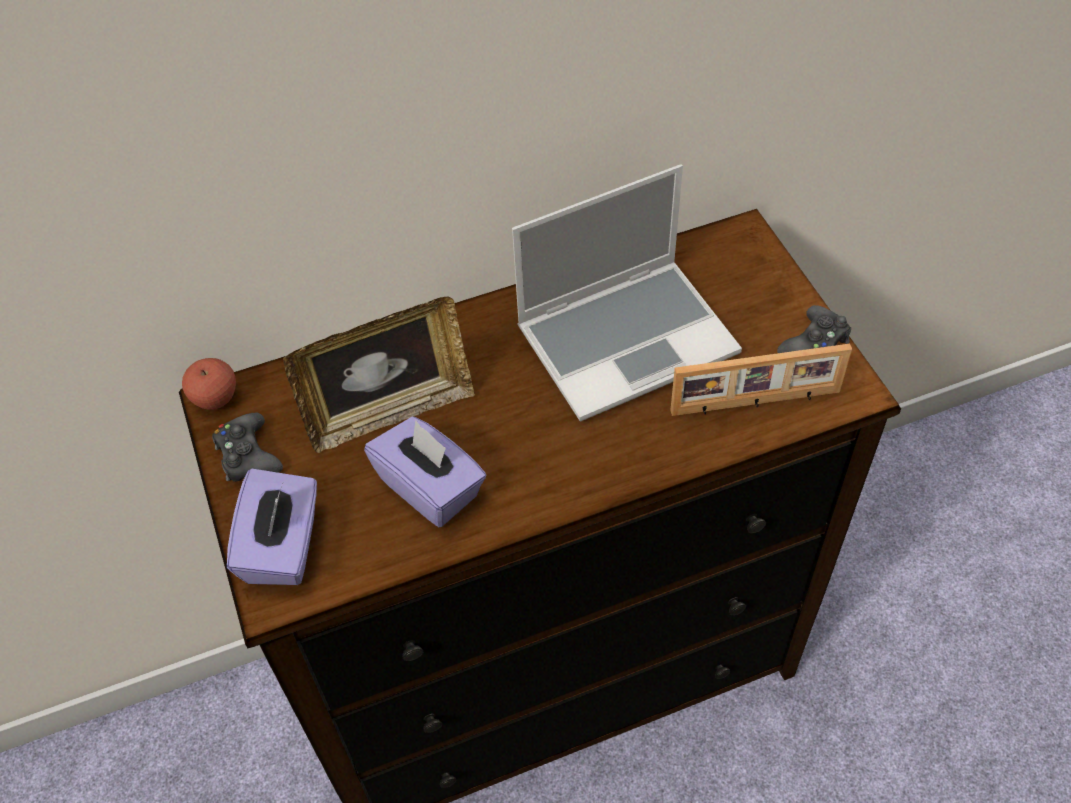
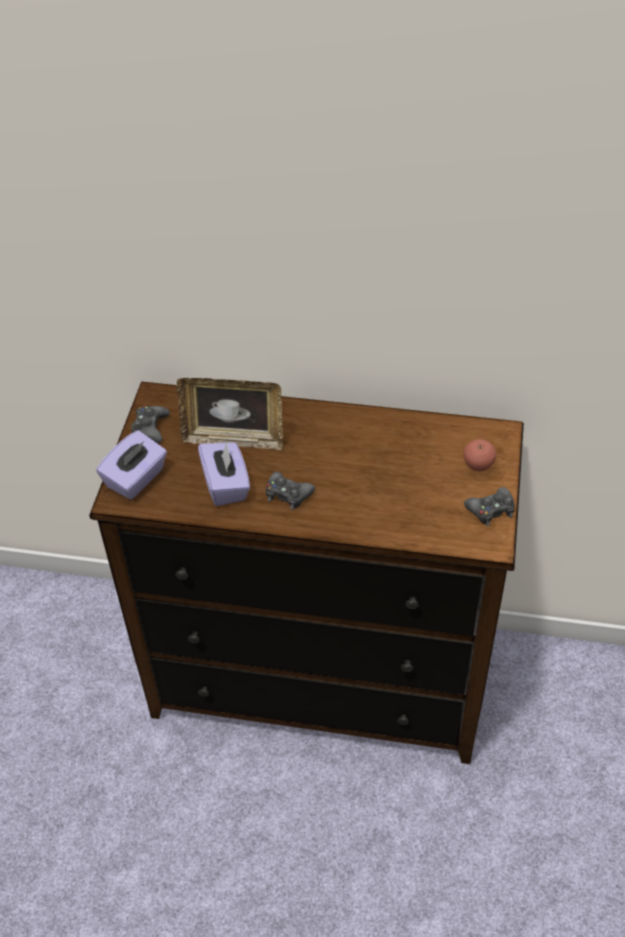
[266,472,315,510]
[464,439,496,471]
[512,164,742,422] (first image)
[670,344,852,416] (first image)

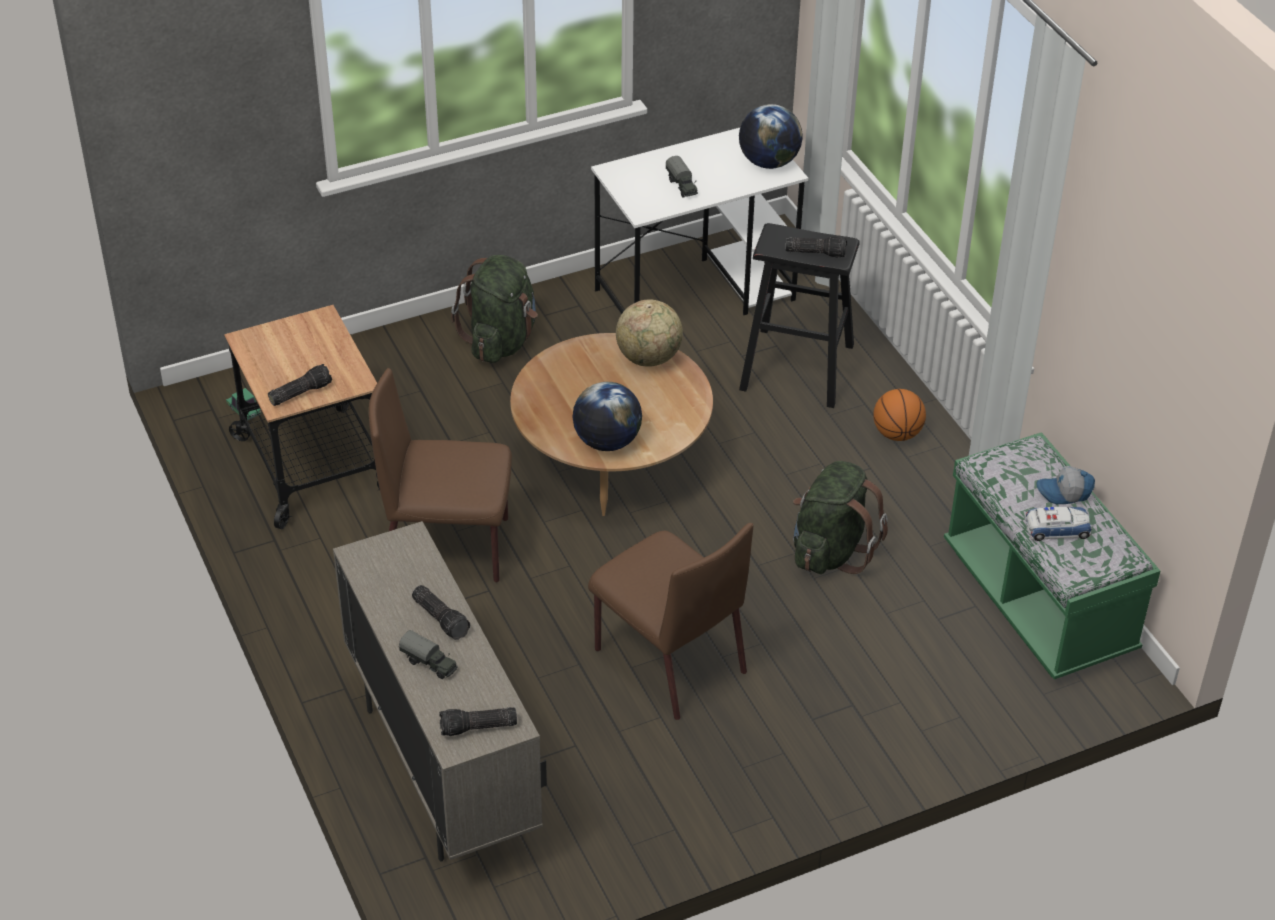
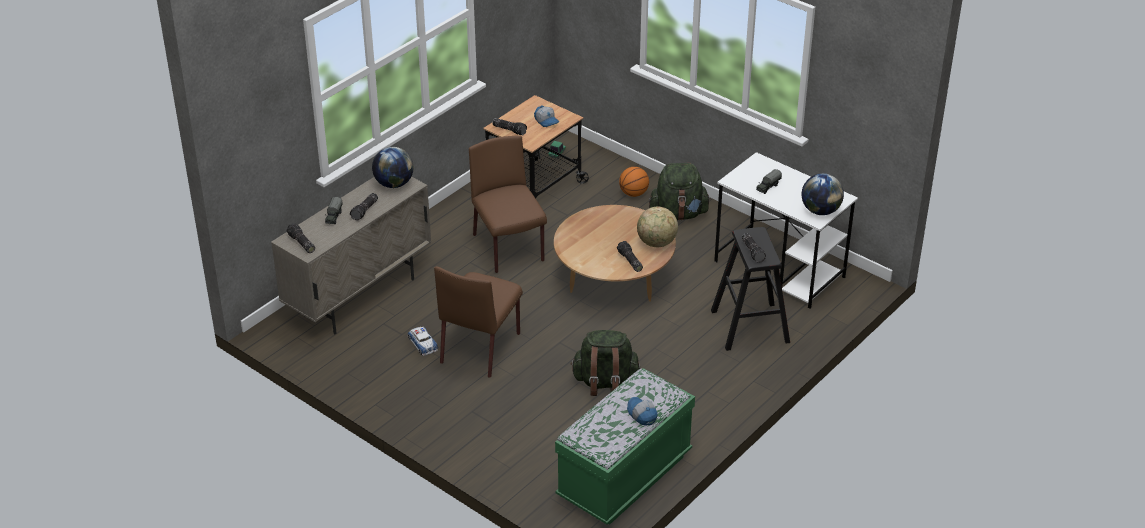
[372,147,414,188]
[408,327,438,356]
[534,105,559,127]
[617,241,643,272]
[619,167,649,197]

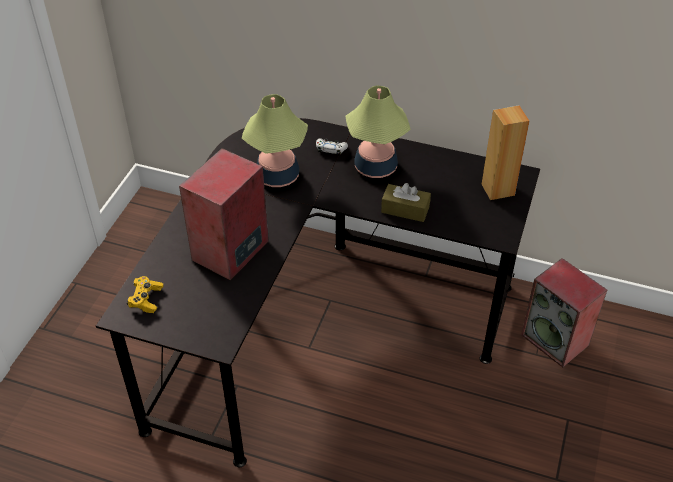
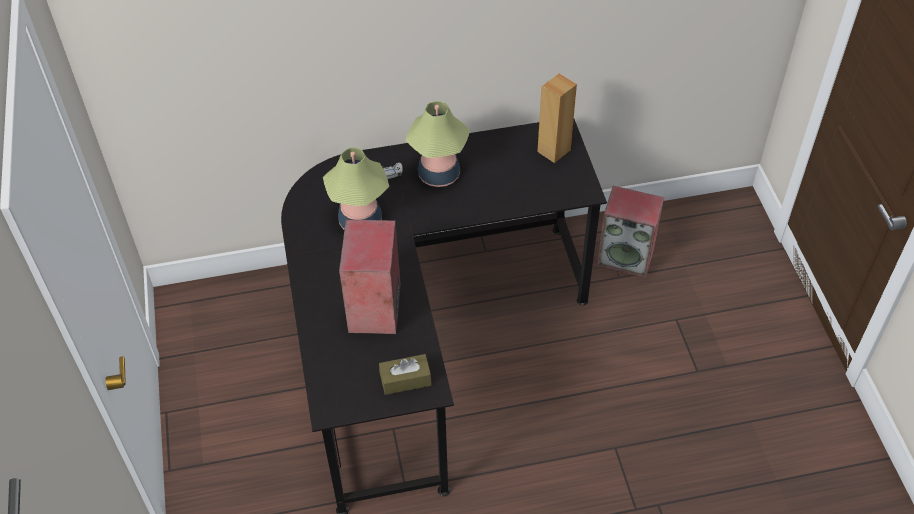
[379,354,431,395]
[127,276,163,313] (first image)

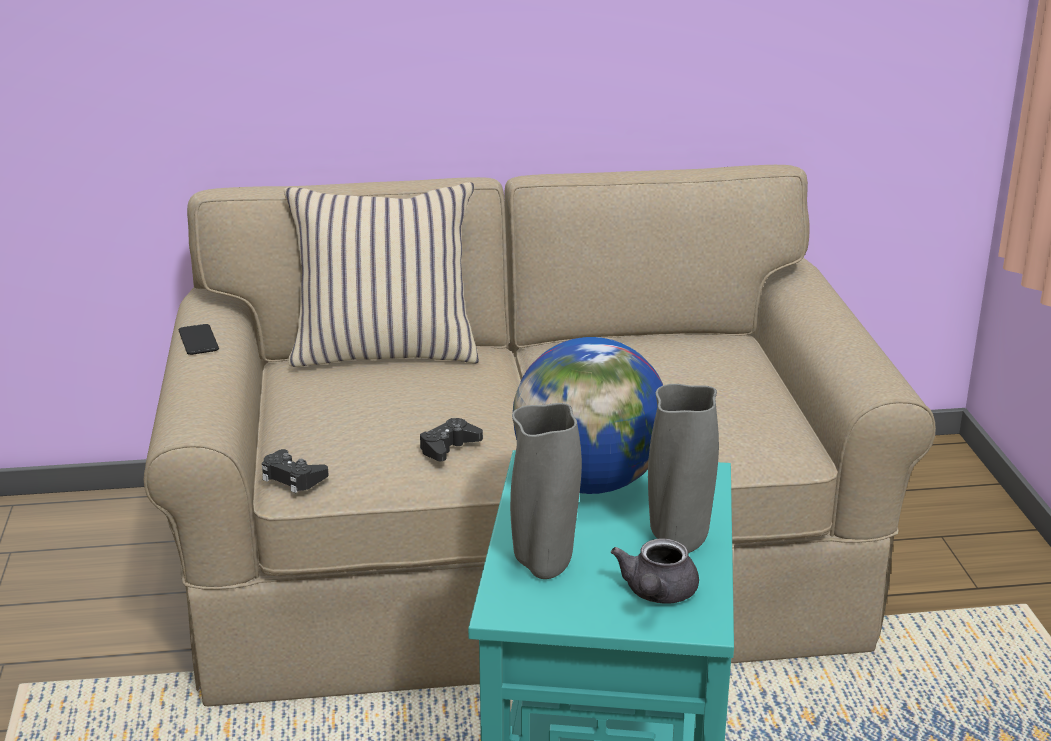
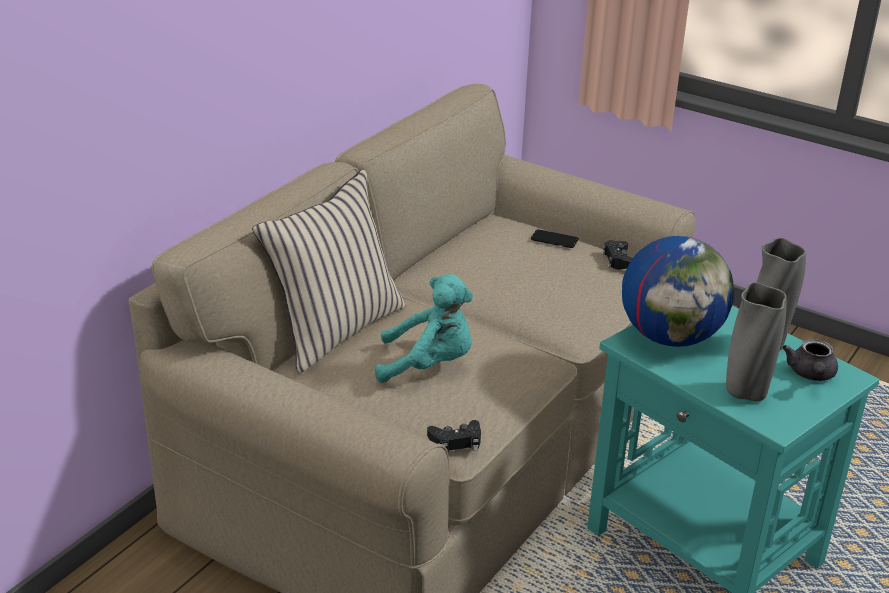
[375,274,473,383]
[531,229,579,248]
[602,240,633,269]
[782,339,838,381]

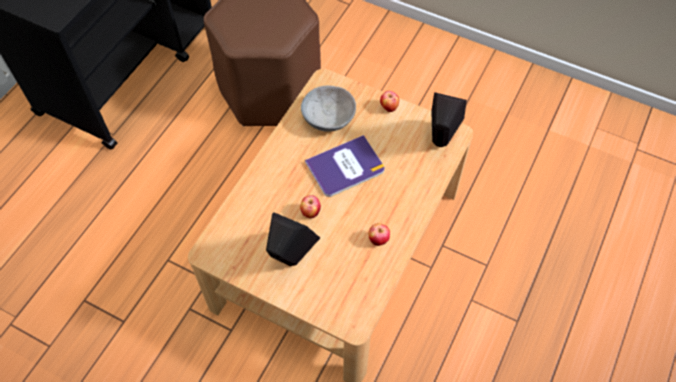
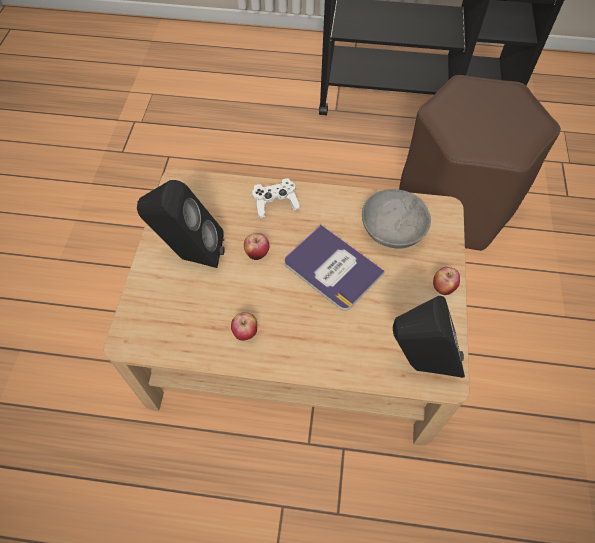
[252,178,300,218]

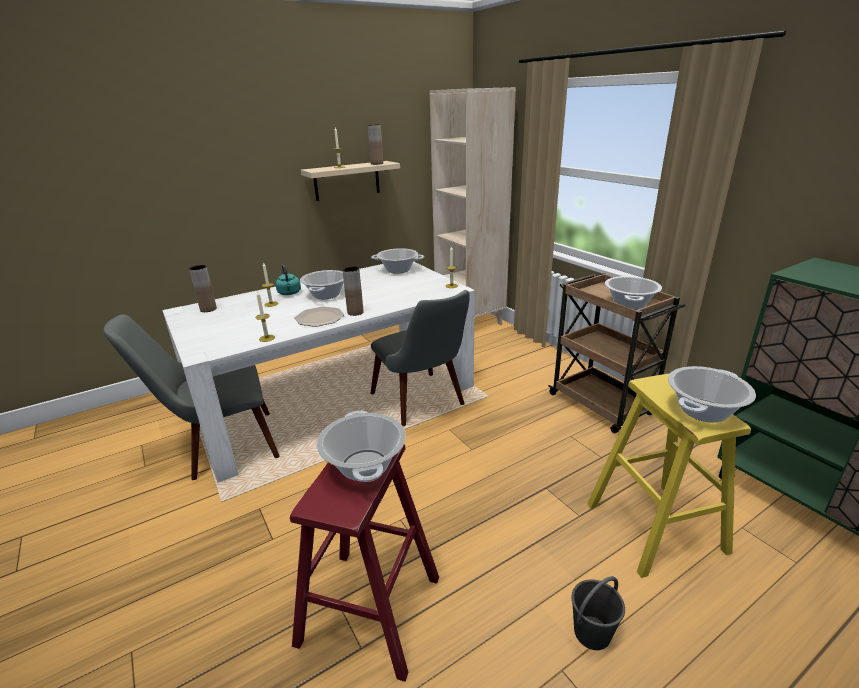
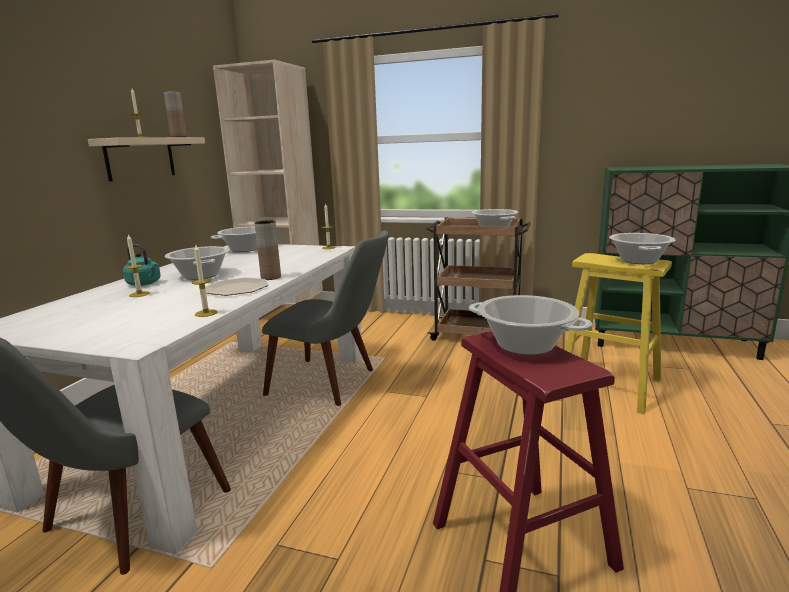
[189,265,217,312] (first image)
[572,576,625,650] (first image)

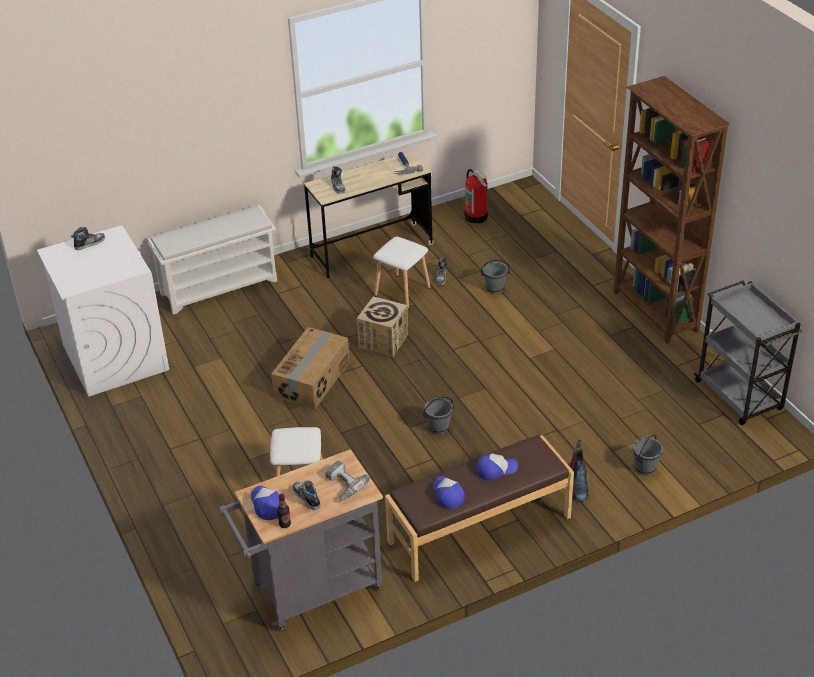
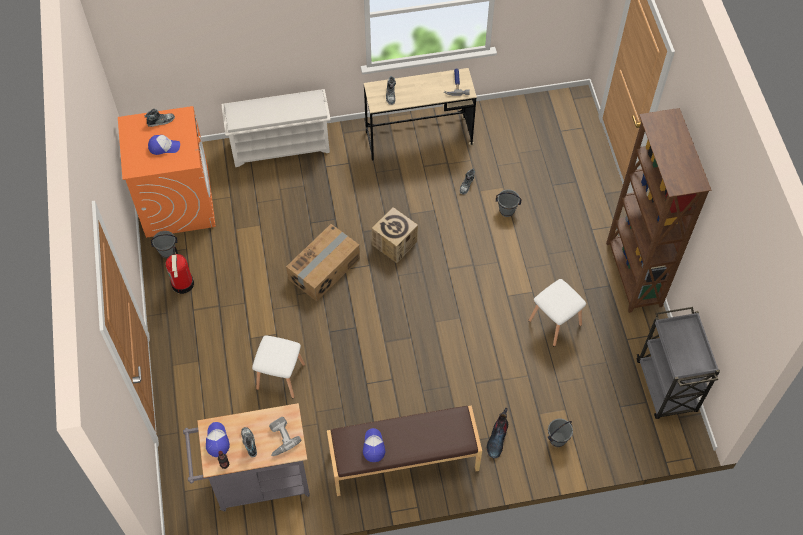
[118,106,216,238]
[148,135,180,155]
[151,231,177,258]
[166,247,194,294]
[528,279,586,347]

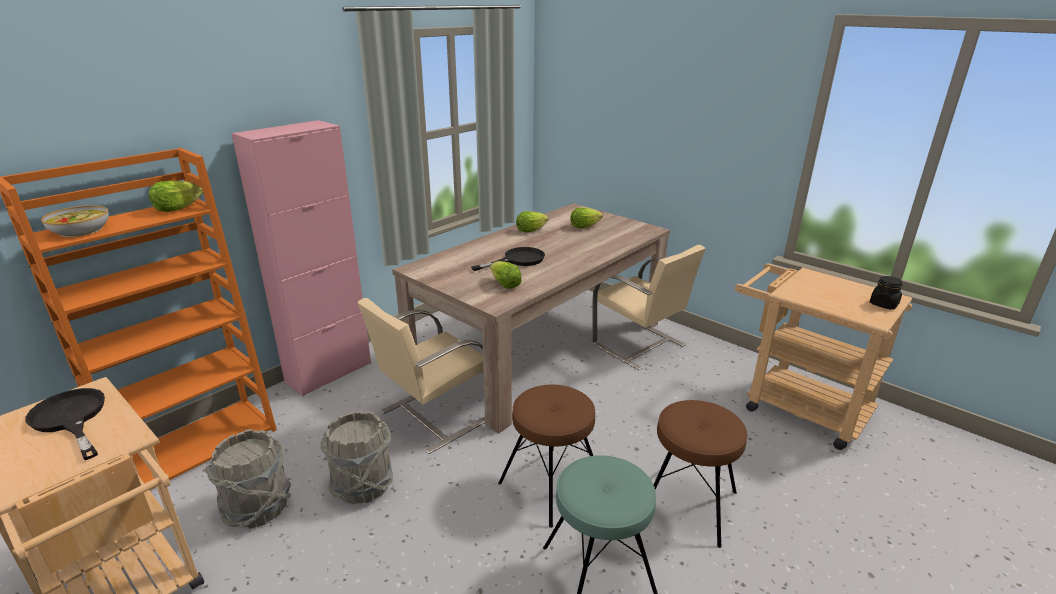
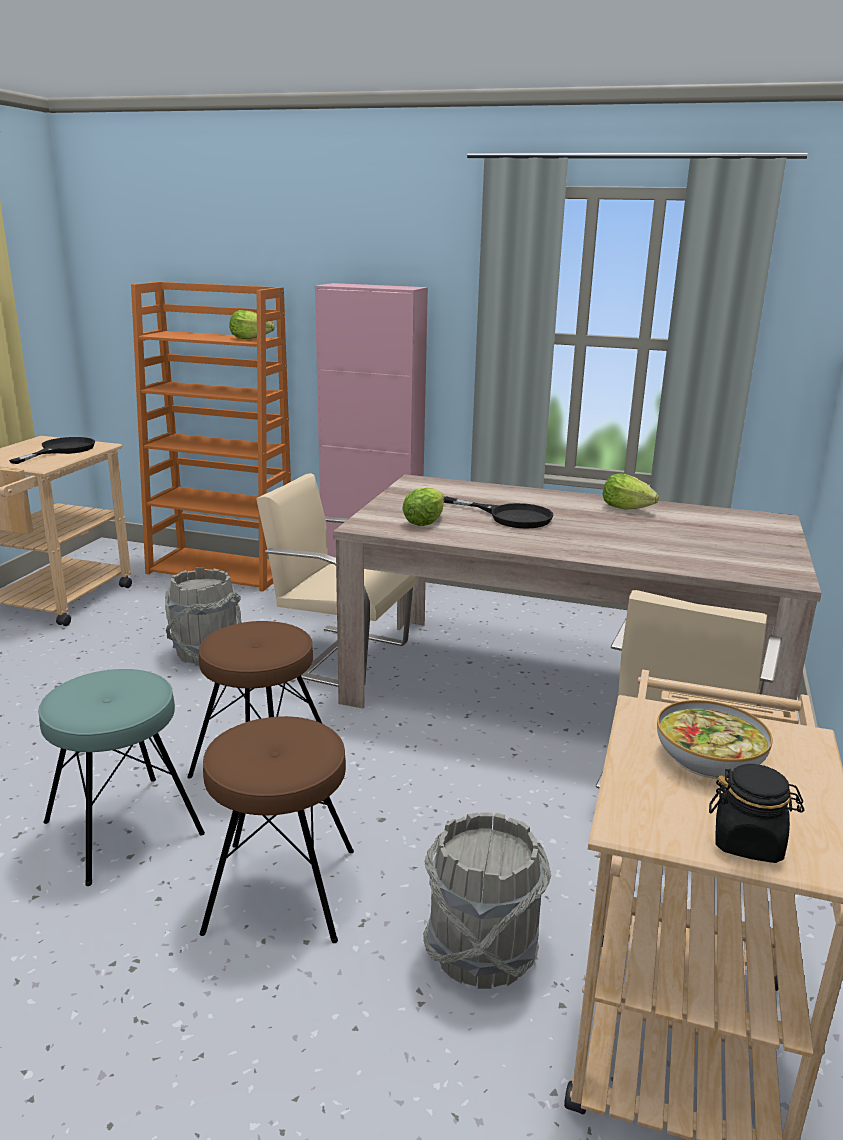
[423,813,551,989]
[657,700,773,779]
[570,207,603,228] (first image)

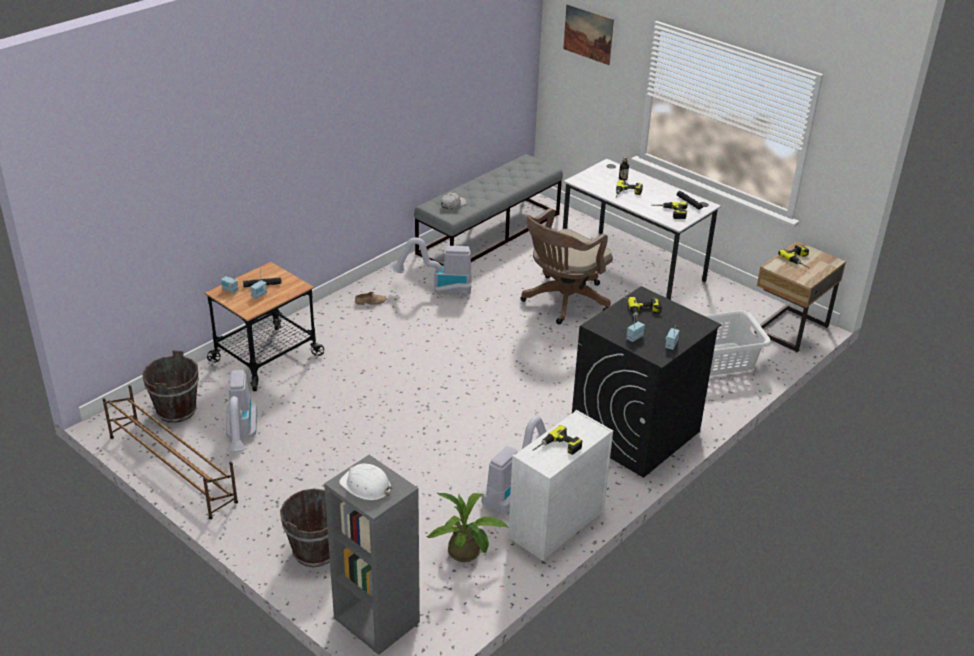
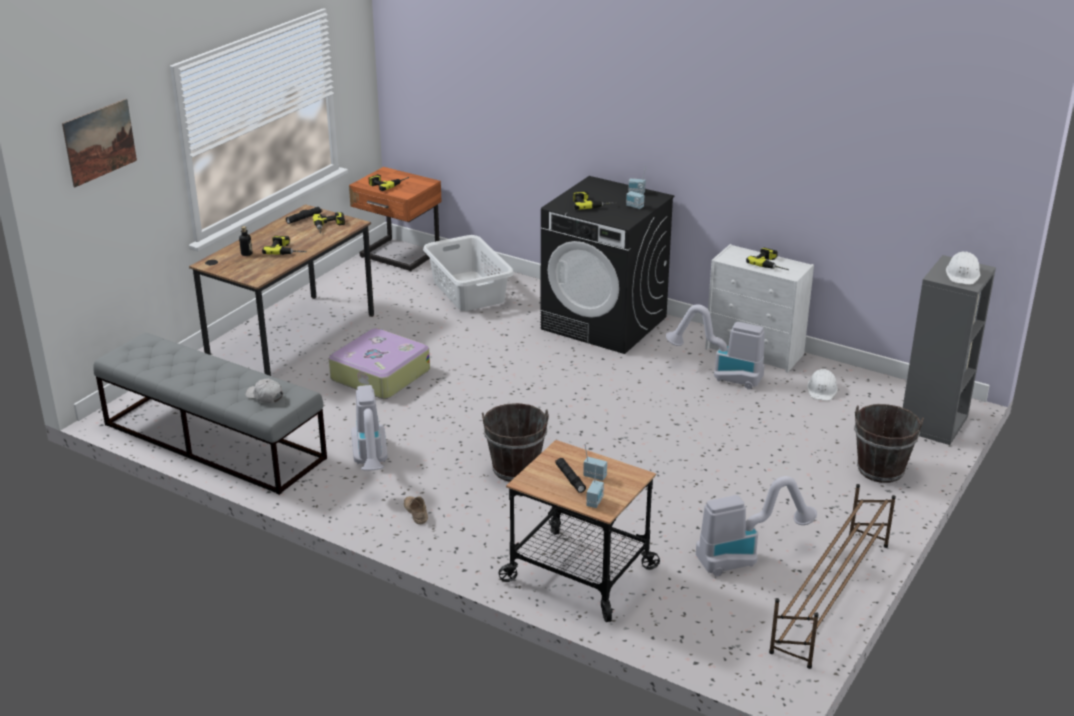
[189,204,374,376]
[329,328,430,399]
[349,167,442,272]
[482,403,549,482]
[807,369,838,401]

